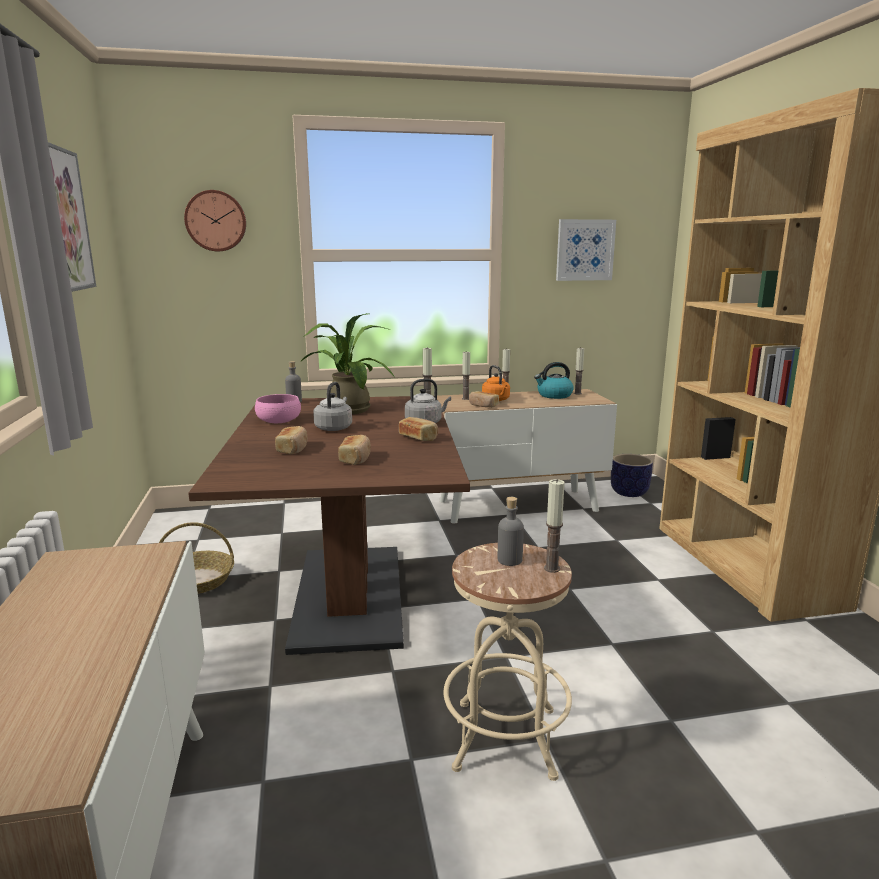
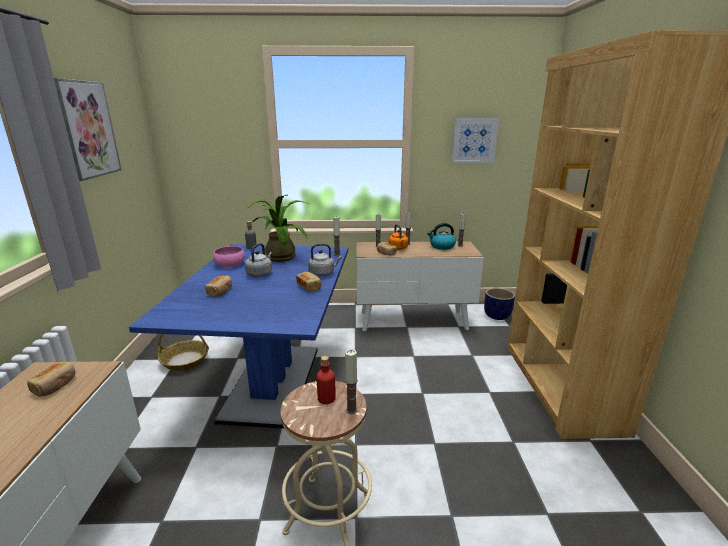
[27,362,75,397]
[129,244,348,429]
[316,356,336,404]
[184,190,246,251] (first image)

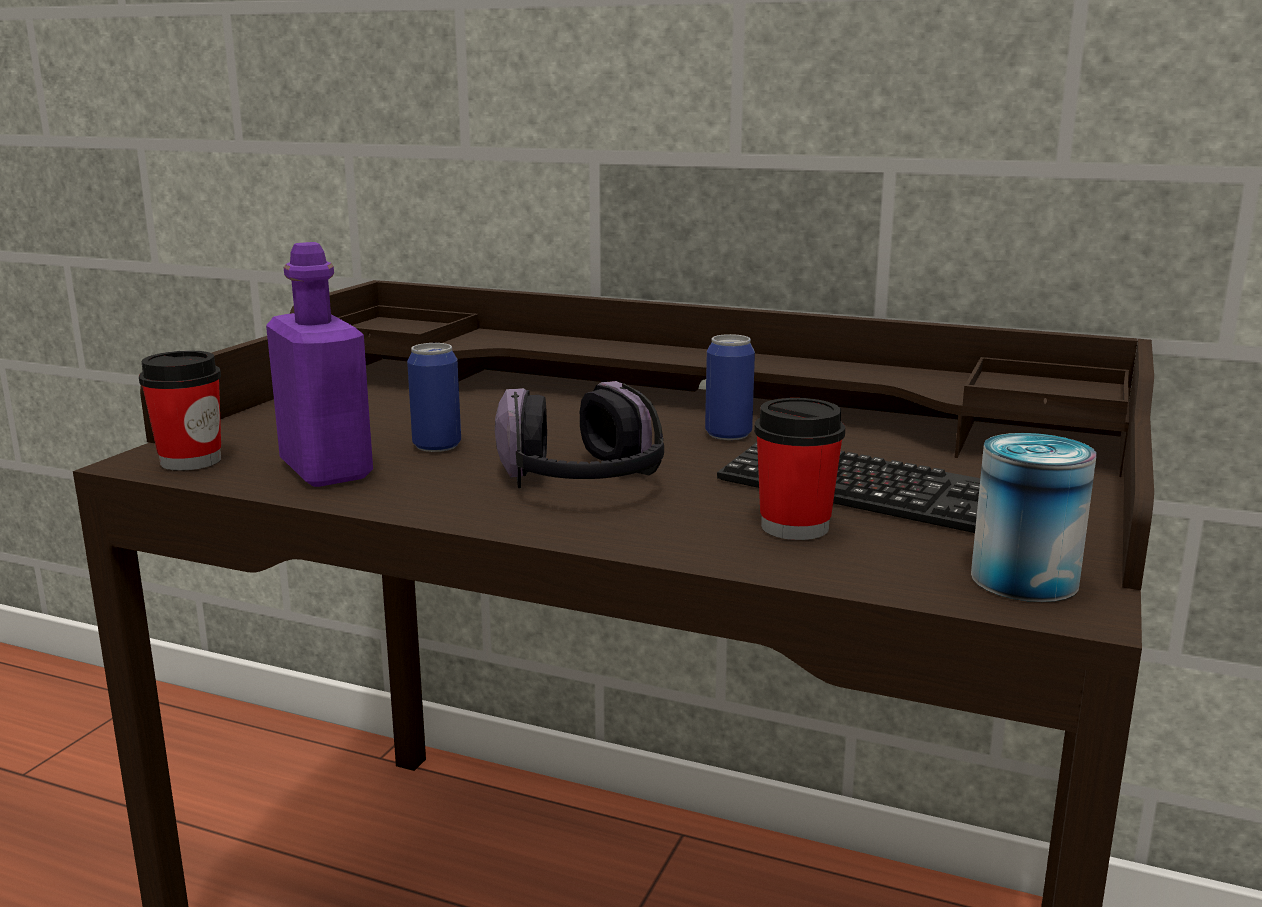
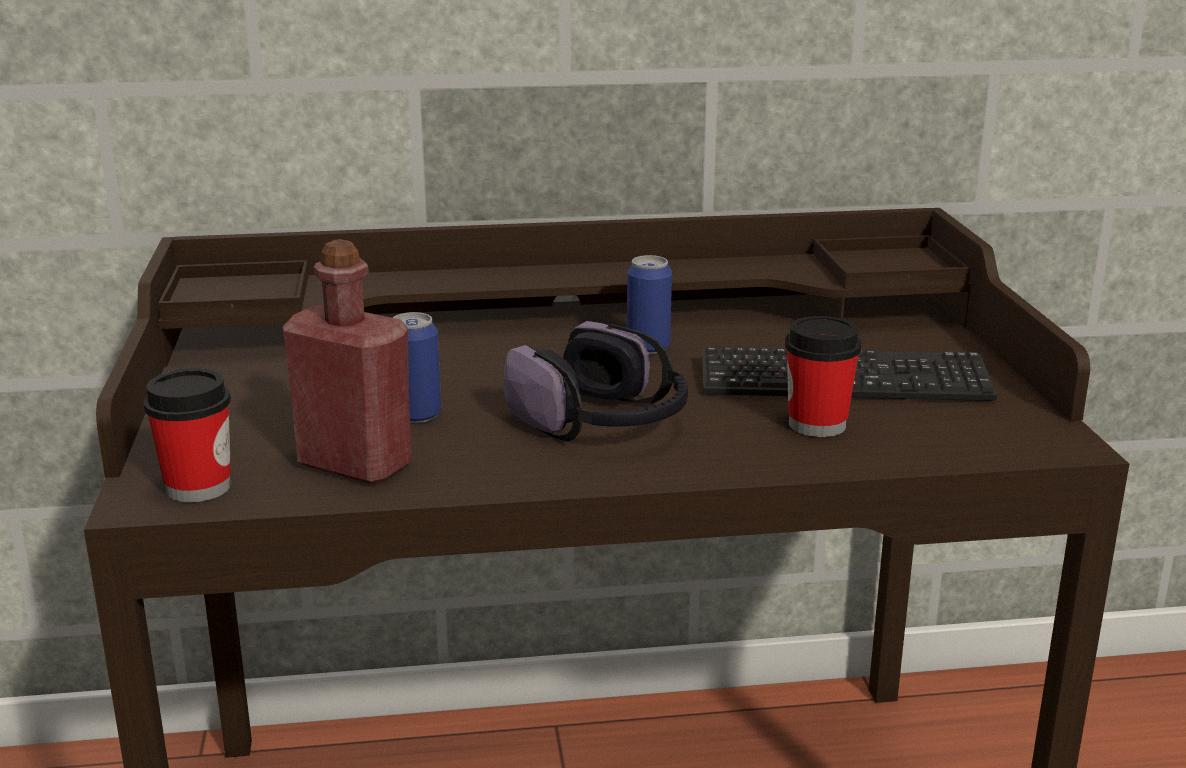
[283,239,412,485]
[971,433,1097,602] (first image)

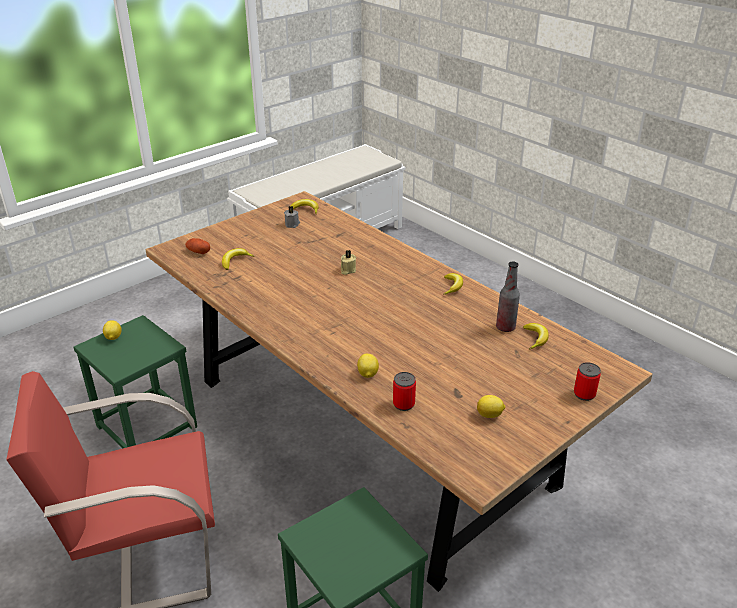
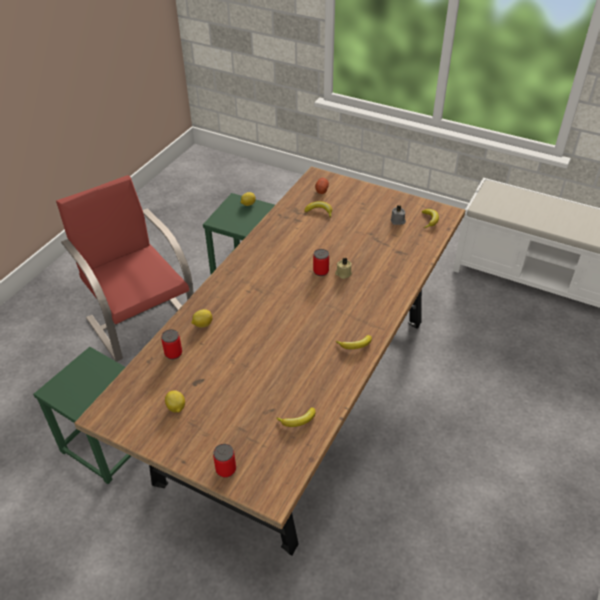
[313,249,329,276]
[496,261,520,332] (first image)

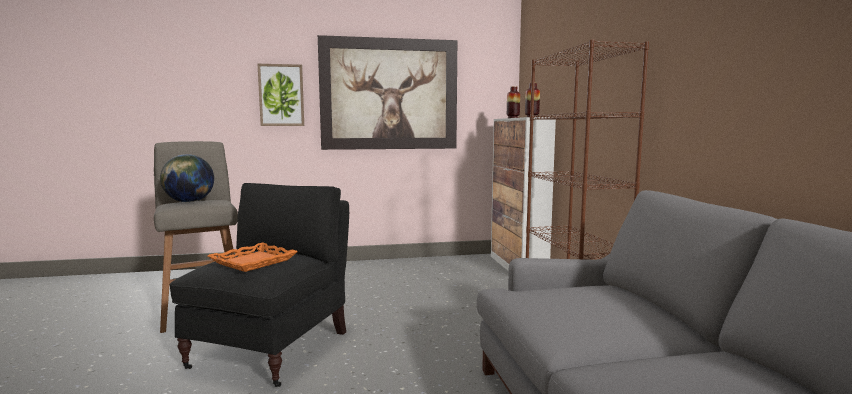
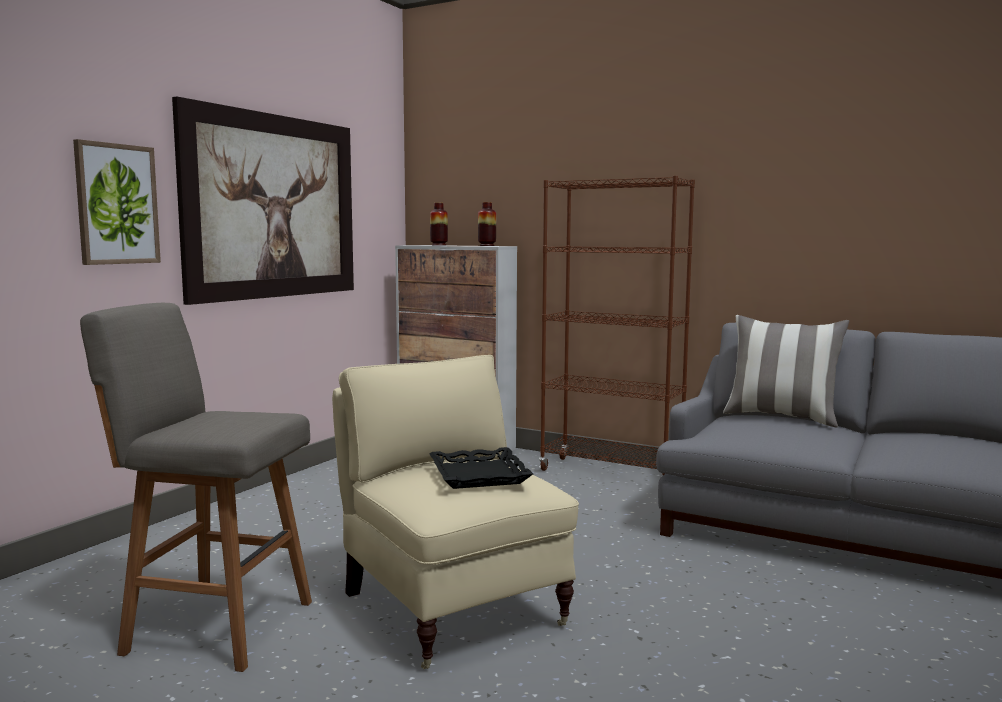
[332,355,579,669]
[429,447,533,489]
[723,315,849,428]
[160,154,214,202] (first image)

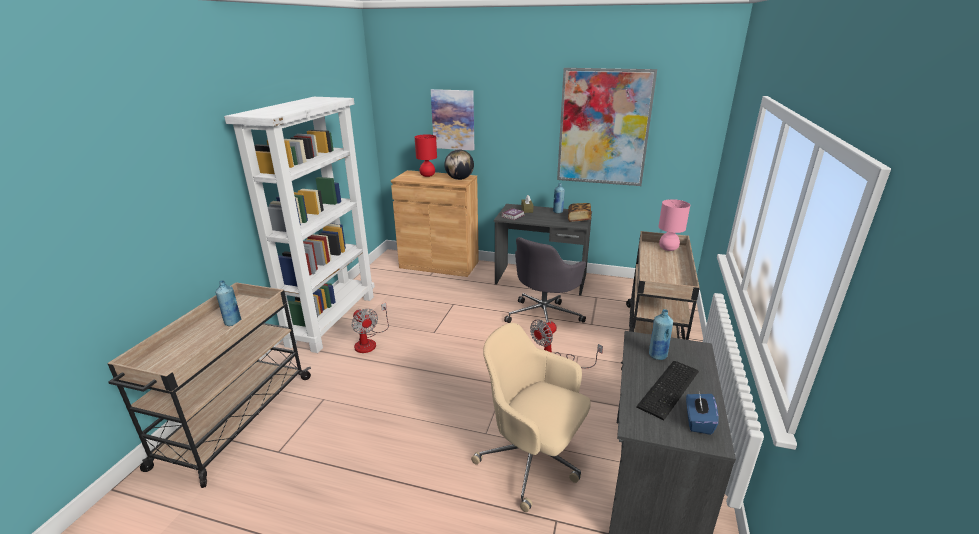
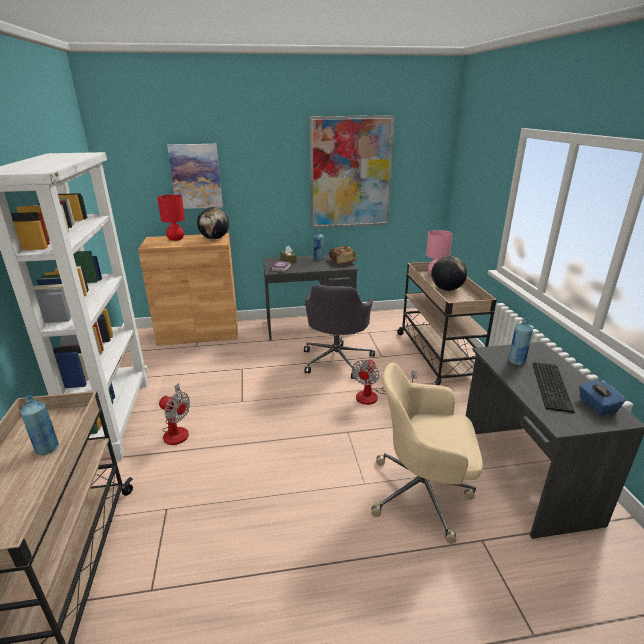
[431,256,467,291]

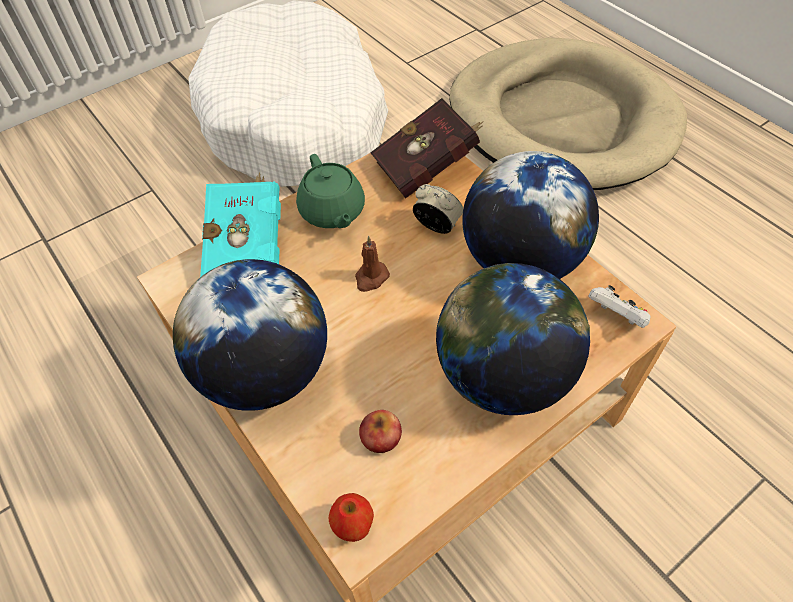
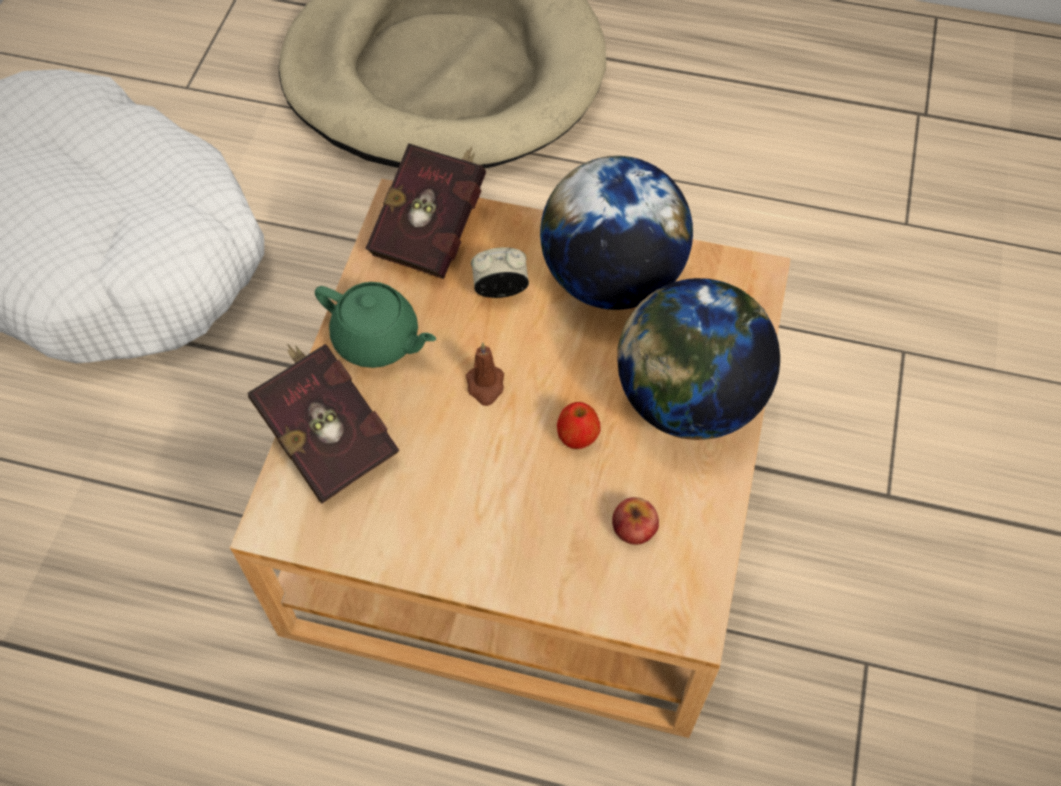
[248,344,399,504]
[557,402,600,449]
[173,259,327,411] (first image)
[588,285,650,328] (first image)

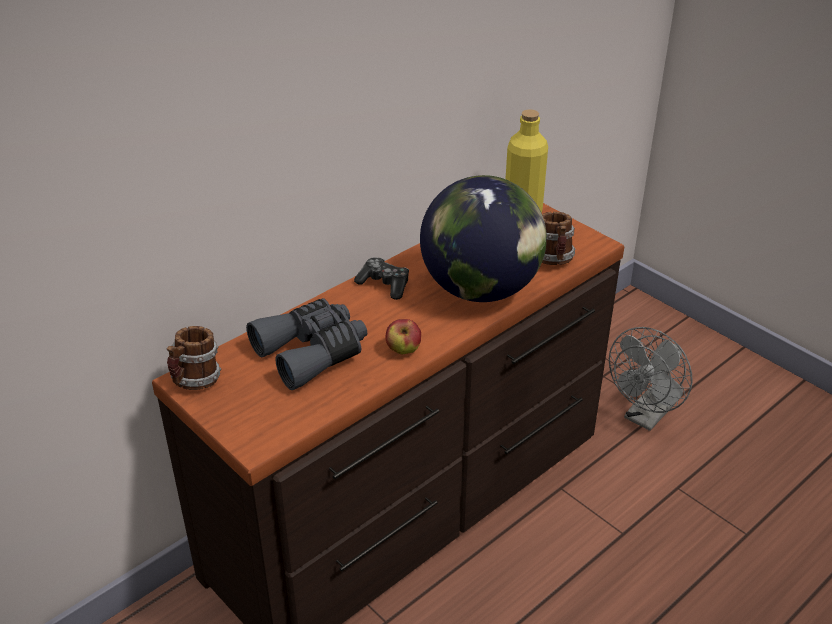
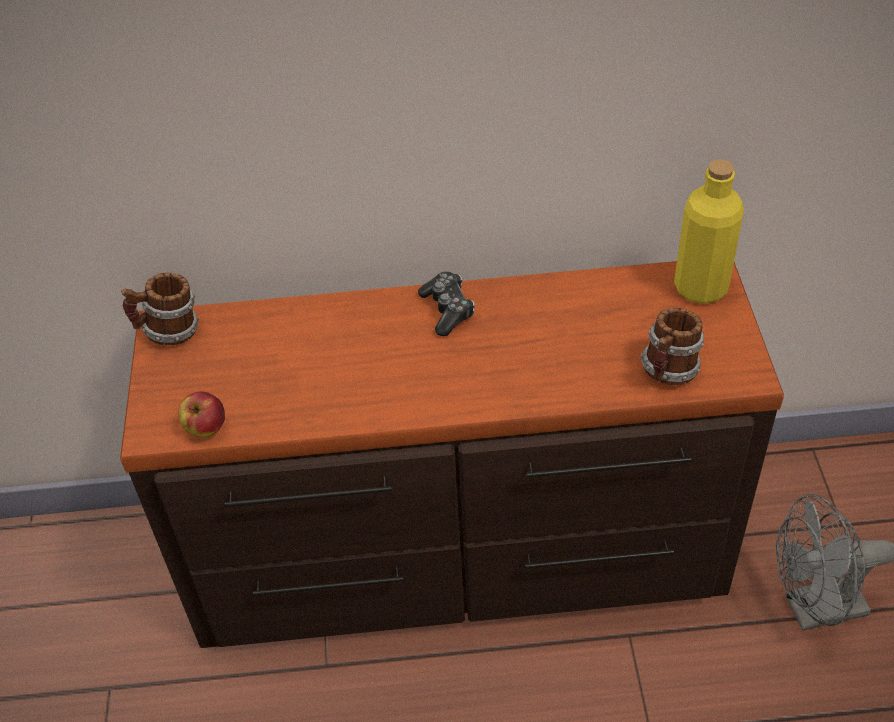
[178,391,225,438]
[246,298,367,390] (first image)
[420,175,547,302] (first image)

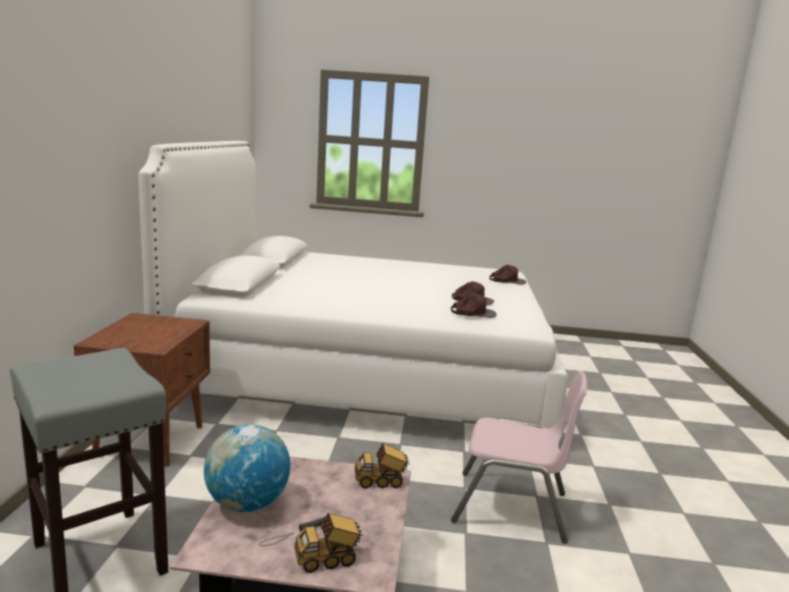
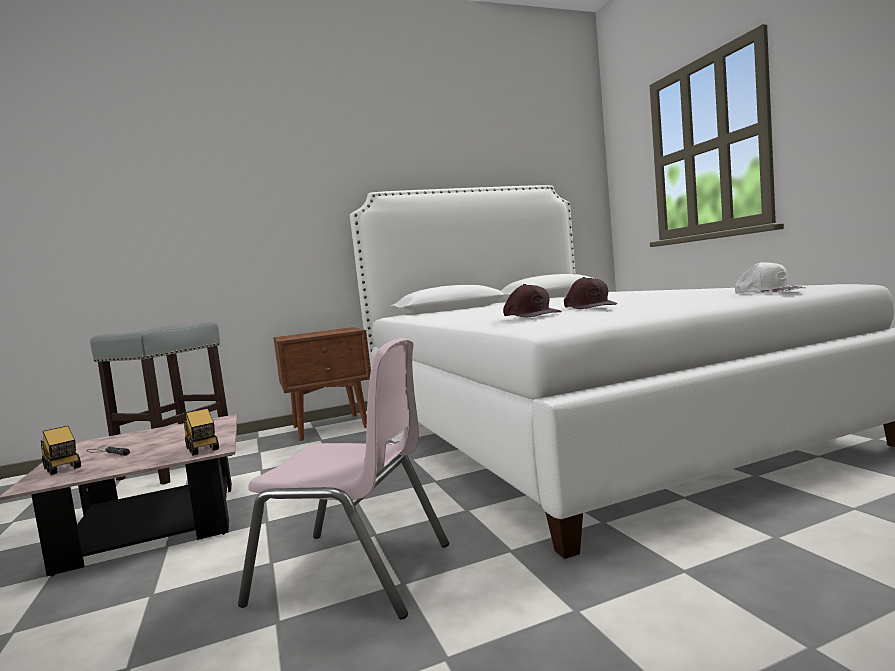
[238,338,449,620]
[735,262,806,294]
[204,424,290,512] (first image)

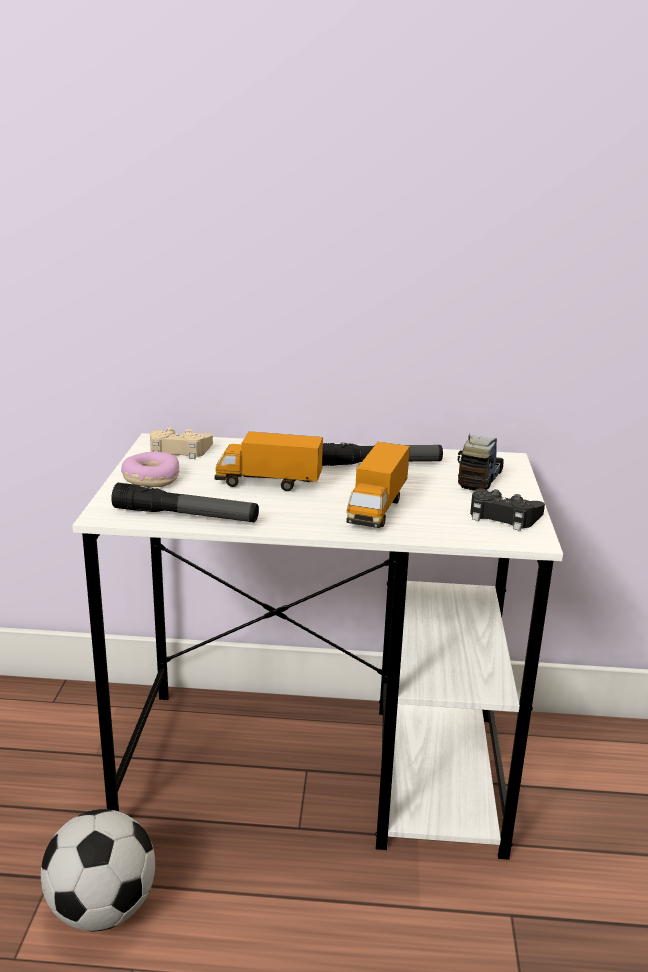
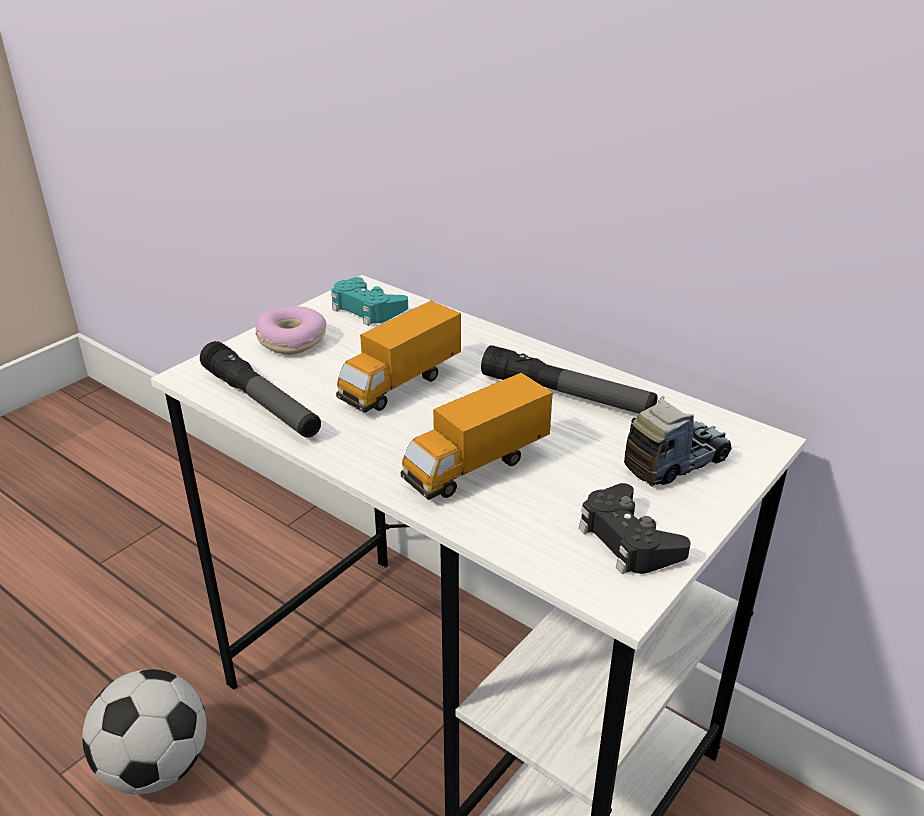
[331,277,408,326]
[336,301,461,413]

